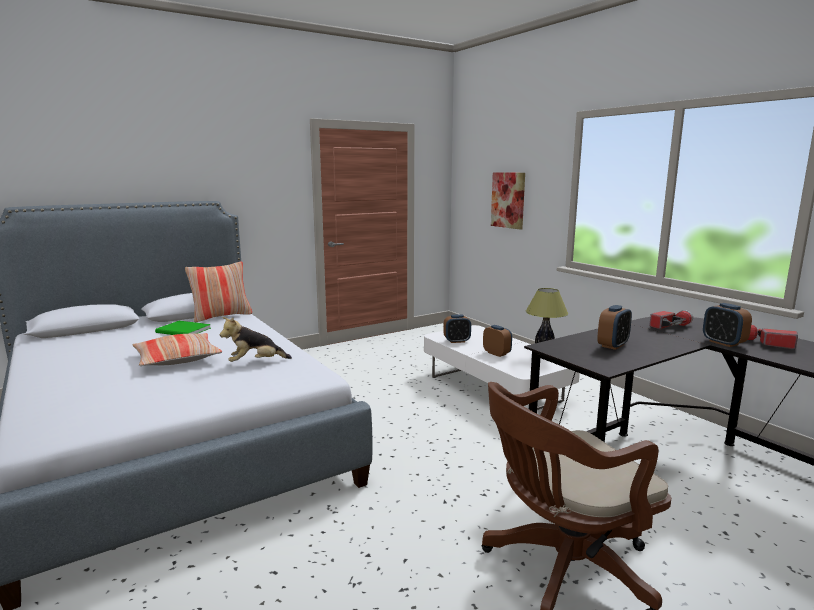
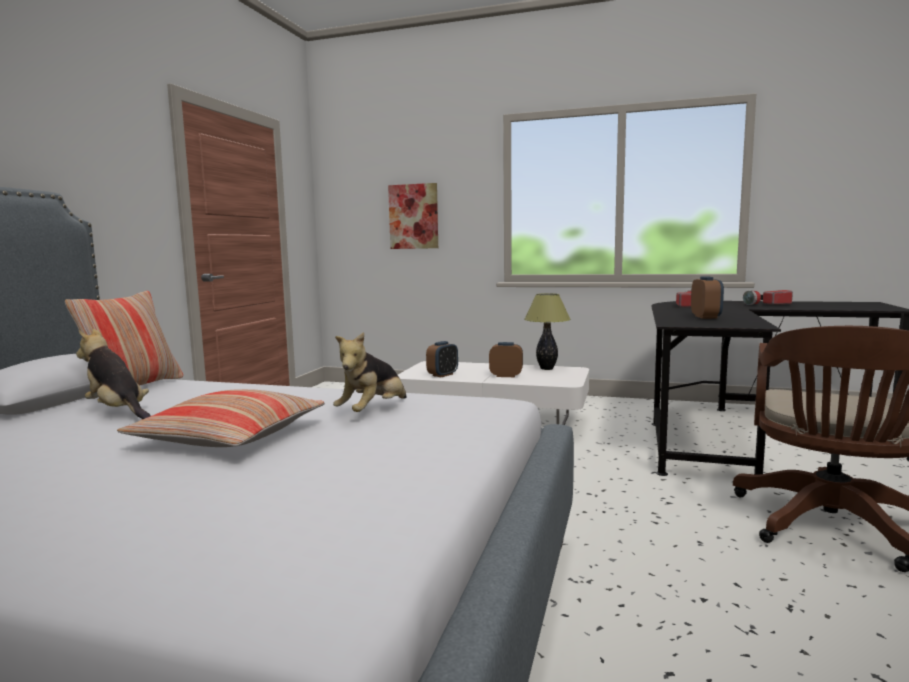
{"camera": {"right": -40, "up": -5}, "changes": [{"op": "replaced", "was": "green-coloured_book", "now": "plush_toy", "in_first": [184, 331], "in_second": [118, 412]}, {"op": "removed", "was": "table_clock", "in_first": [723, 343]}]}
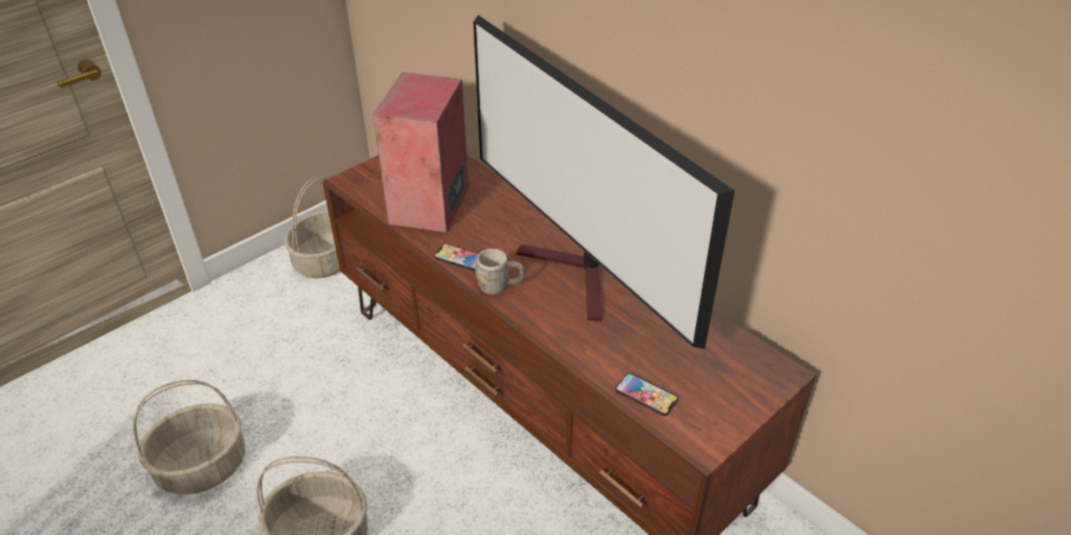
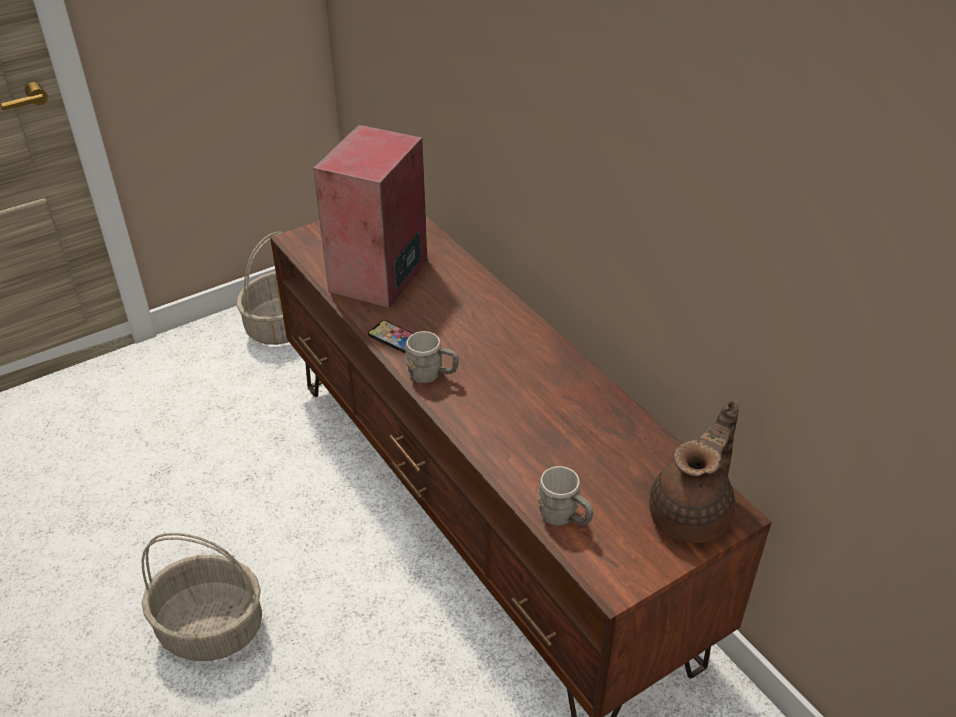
{"camera": {"right": 10, "up": 0}, "changes": [{"op": "removed", "was": "storage_basket", "in_first": [203, 466]}, {"op": "removed", "was": "television", "in_first": [578, 276]}, {"op": "replaced", "was": "telephone", "now": "grey_coffee_mug", "in_first": [646, 395], "in_second": [564, 518]}, {"op": "added", "now": "brownish_tea_pot", "in_second": [692, 514]}]}
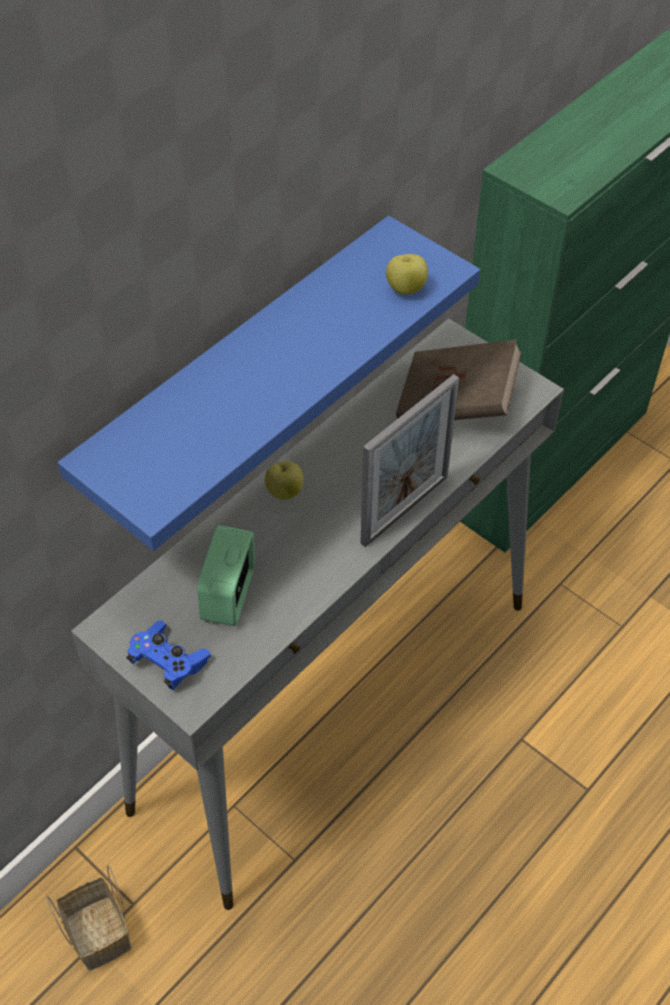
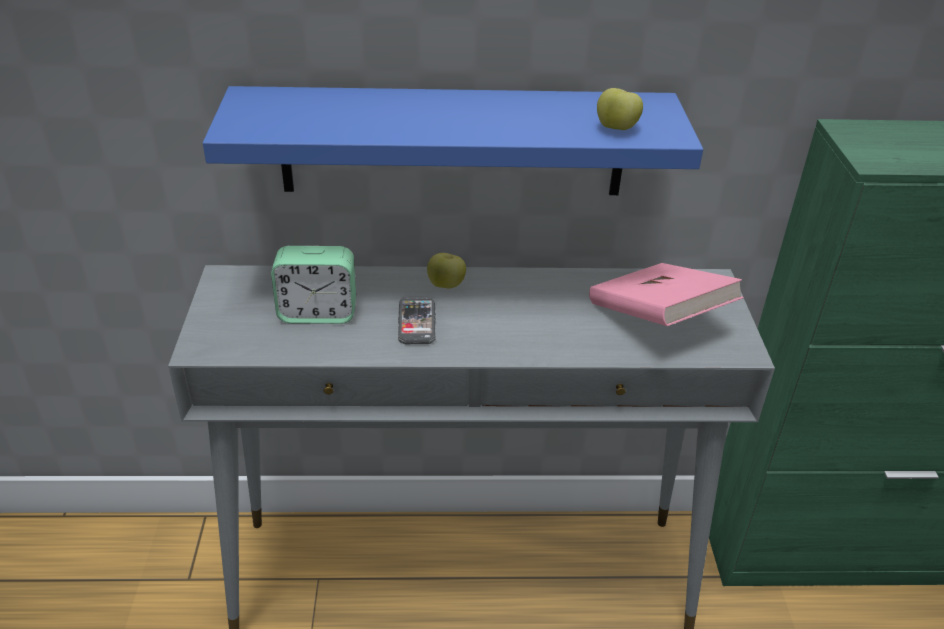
{"camera": {"right": 45, "up": -15}, "changes": [{"op": "removed", "was": "storage_basket", "in_first": [101, 934]}, {"op": "removed", "was": "bluish_joypad", "in_first": [168, 661]}, {"op": "turned", "was": "table_clock", "in_first": [229, 595], "in_second": [317, 313], "clockwise": -150}, {"op": "removed", "was": "picture_frame", "in_first": [405, 509]}, {"op": "recoloured", "was": "brownish_book", "now": "pink-coloured_book", "in_first": [456, 404], "in_second": [657, 319]}, {"op": "added", "now": "telephone", "in_second": [416, 322]}]}
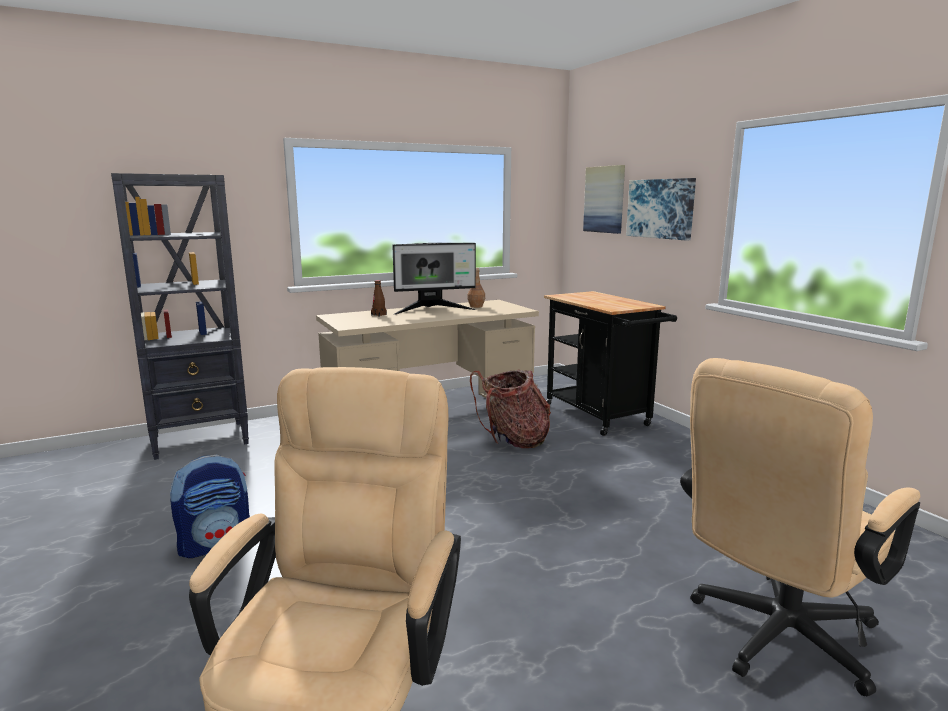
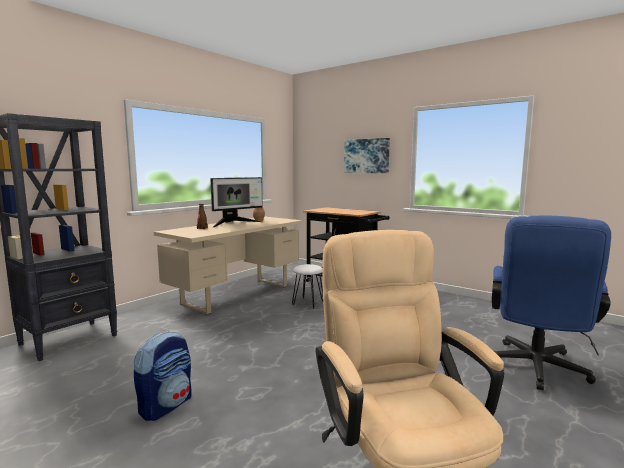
{"camera": {"right": -25, "up": -5}, "changes": [{"op": "replaced", "was": "backpack", "now": "white-coloured_stool", "in_first": [513, 440], "in_second": [308, 303]}, {"op": "removed", "was": "picture", "in_first": [604, 199]}, {"op": "recoloured", "was": "sand-coloured_desk_chair", "now": "bluish_desk_chair", "in_first": [774, 639], "in_second": [536, 370]}]}
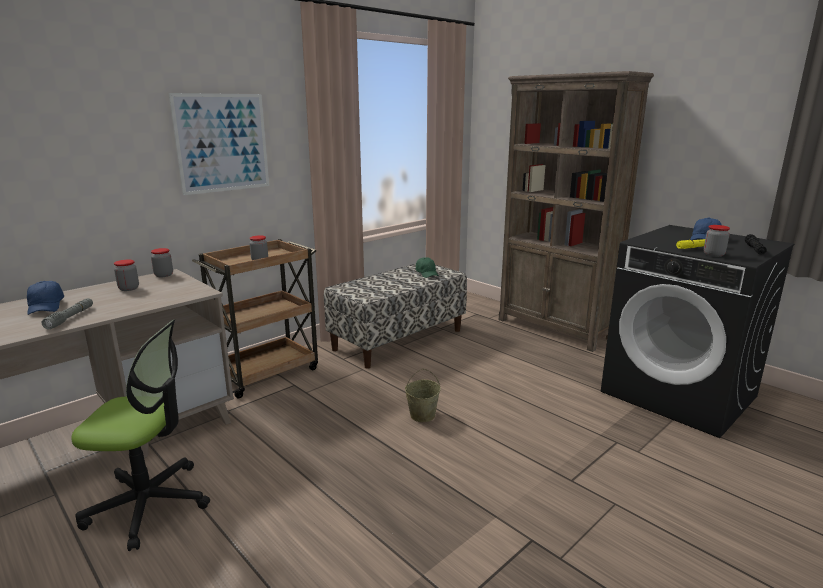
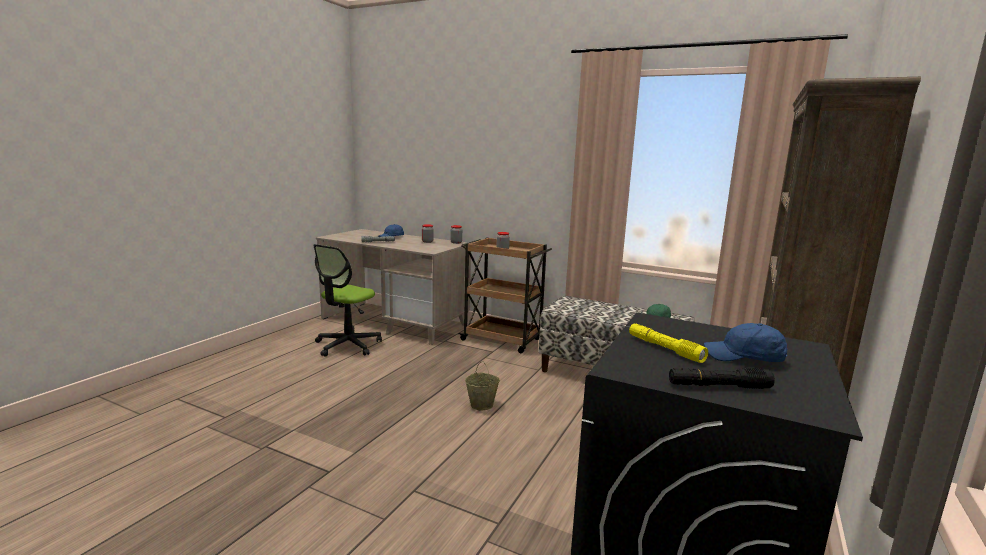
{"camera": {"right": 70, "up": -5}, "changes": [{"op": "turned", "was": "desk_chair", "in_first": [149, 504], "in_second": [347, 345], "clockwise": 45}, {"op": "removed", "was": "picture", "in_first": [222, 143]}, {"op": "removed", "was": "preserve_jar", "in_first": [713, 255]}]}
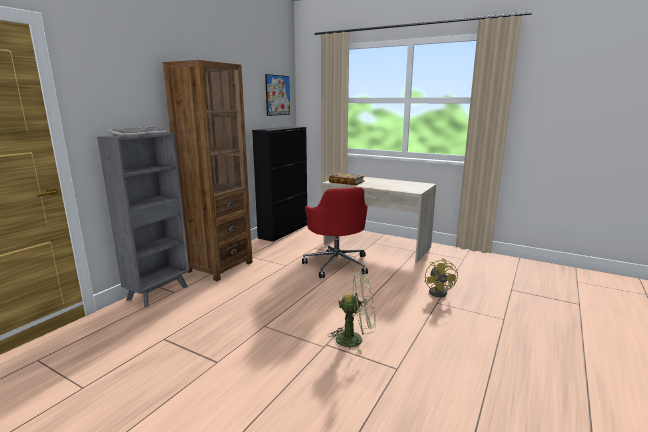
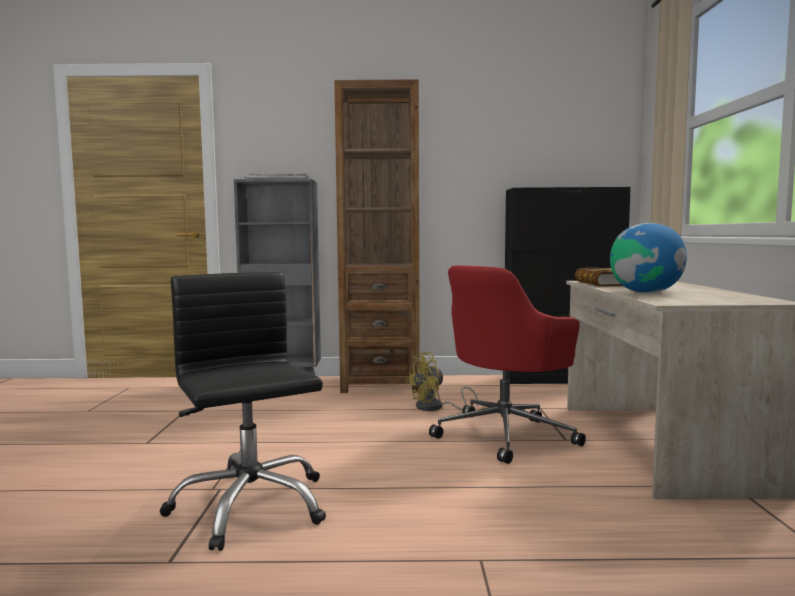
{"camera": {"right": 60, "up": -10}, "changes": [{"op": "removed", "was": "picture", "in_first": [277, 95]}, {"op": "replaced", "was": "green-coloured_electric_fan", "now": "blackish_desk_chair", "in_first": [355, 339], "in_second": [249, 506]}, {"op": "moved", "was": "yellow-coloured_electric_fan", "in_first": [440, 292], "in_second": [435, 408]}, {"op": "added", "now": "globe", "in_second": [645, 292]}]}
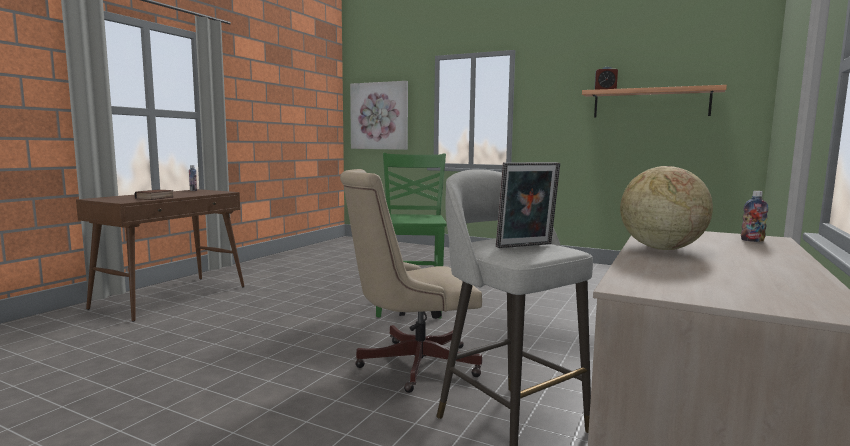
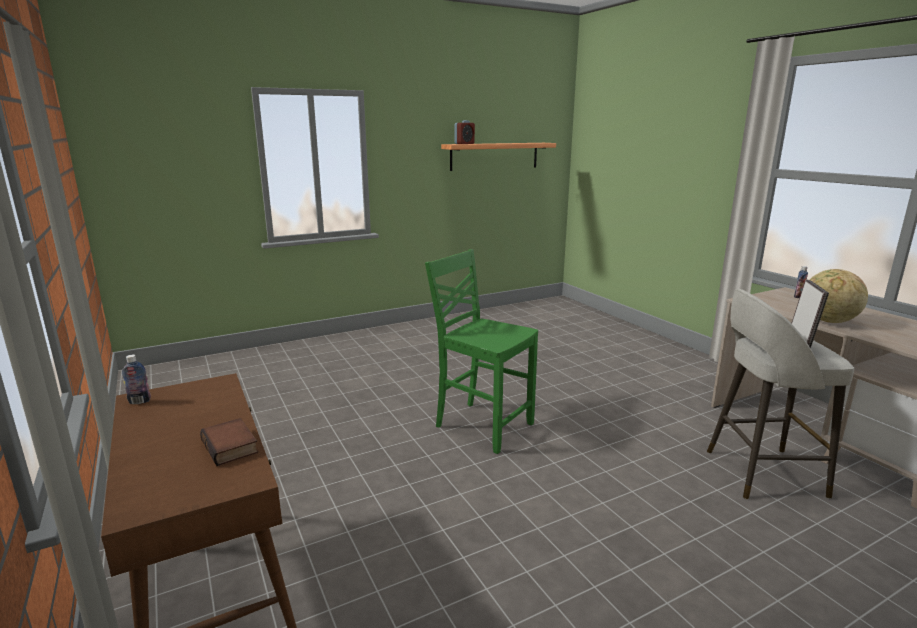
{"camera": {"right": -55, "up": 10}, "changes": [{"op": "removed", "was": "sand-coloured_desk_chair", "in_first": [410, 364]}, {"op": "removed", "was": "picture", "in_first": [379, 116]}]}
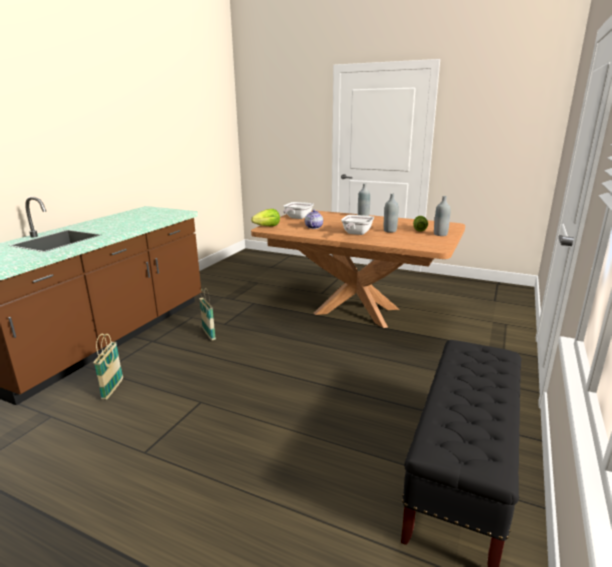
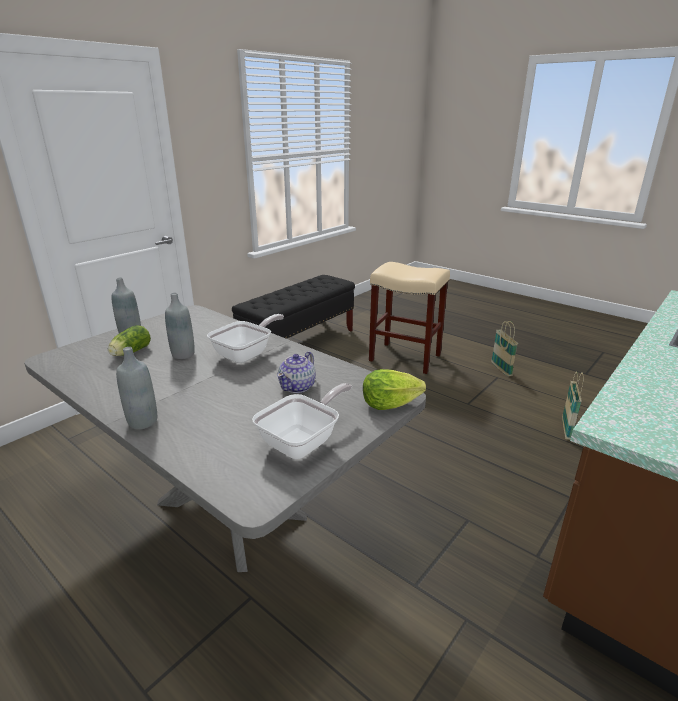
{"camera": {"right": -165, "up": 5}, "changes": [{"op": "moved", "was": "storage_basket", "in_first": [209, 334], "in_second": [501, 369]}, {"op": "recoloured", "was": "brownish_dinner_table", "now": "grey_dinner_table", "in_first": [356, 311], "in_second": [230, 510]}, {"op": "added", "now": "sand-coloured_stool", "in_second": [406, 358]}]}
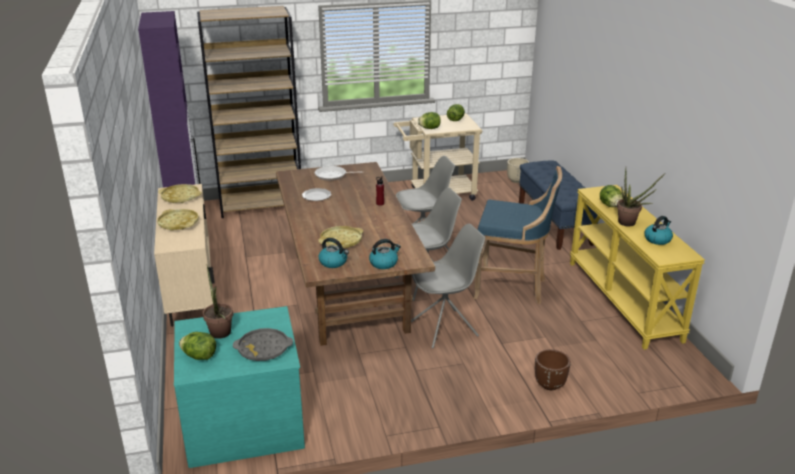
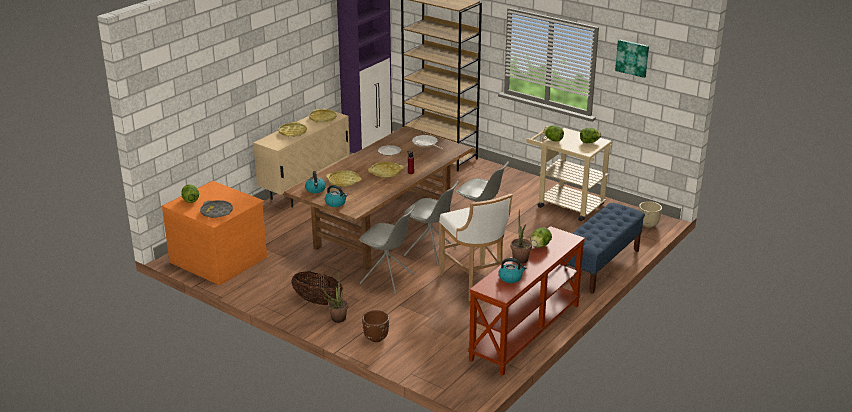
{"camera": {"right": 50, "up": 0}, "changes": [{"op": "recoloured", "was": "turquoise_chest_of_drawers", "now": "orange_chest_of_drawers", "in_first": [243, 421], "in_second": [219, 259]}, {"op": "moved", "was": "plant_in_a_pot", "in_first": [221, 335], "in_second": [336, 320]}, {"op": "recoloured", "was": "bluish_stool", "now": "white-coloured_stool", "in_first": [512, 288], "in_second": [474, 284]}, {"op": "recoloured", "was": "yellow-coloured_console_table", "now": "brownish_console_table", "in_first": [624, 300], "in_second": [526, 332]}, {"op": "added", "now": "storage_basket", "in_second": [317, 301]}, {"op": "added", "now": "yellow-coloured_tray", "in_second": [386, 172]}, {"op": "added", "now": "picture", "in_second": [632, 58]}]}
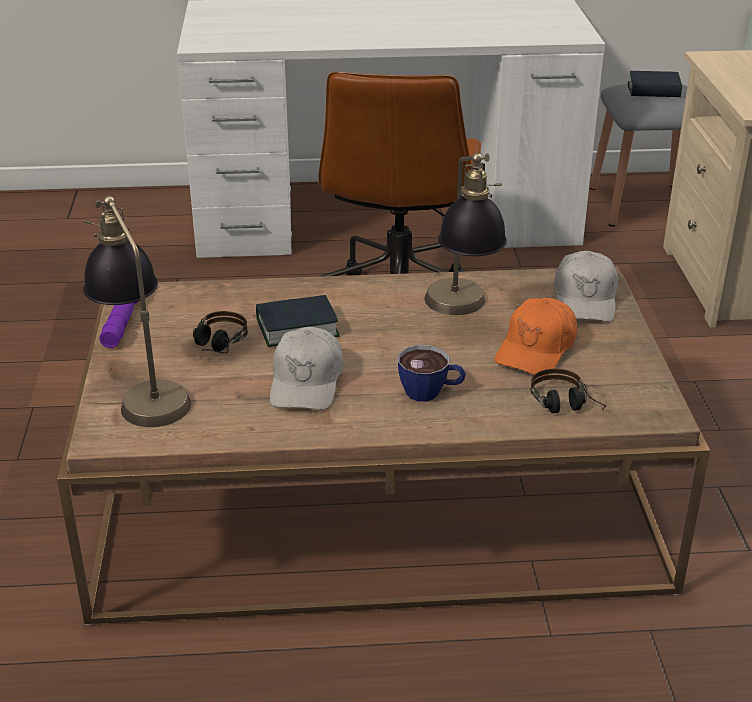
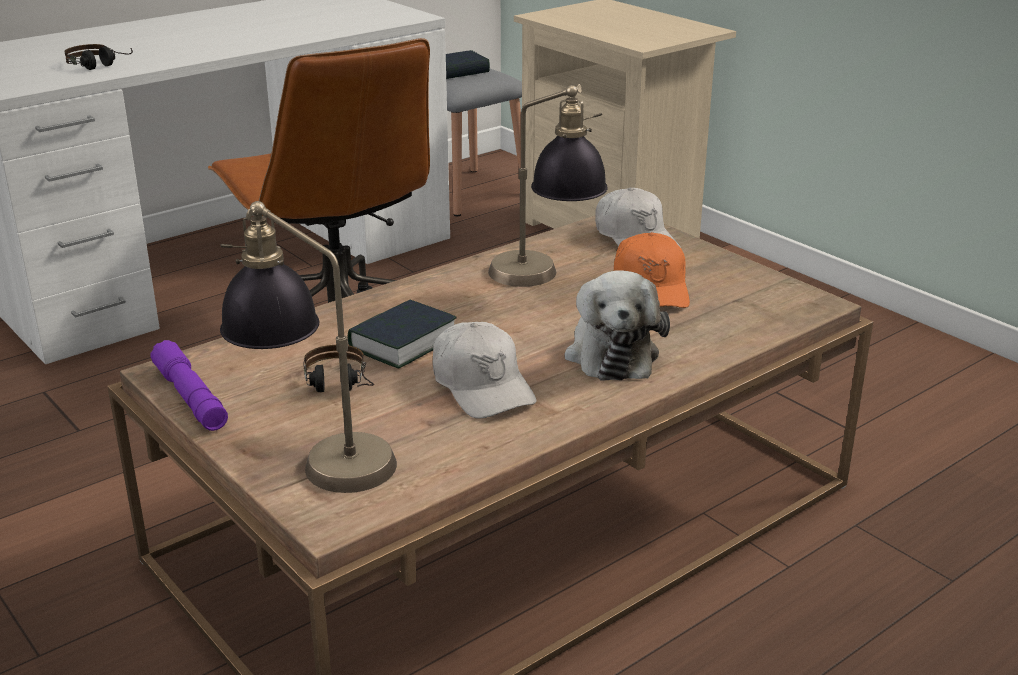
{"camera": {"right": -35, "up": -5}, "changes": [{"op": "replaced", "was": "cup", "now": "plush_toy", "in_first": [431, 392], "in_second": [611, 353]}, {"op": "moved", "was": "pair_of_headphones", "in_first": [566, 408], "in_second": [101, 66]}]}
